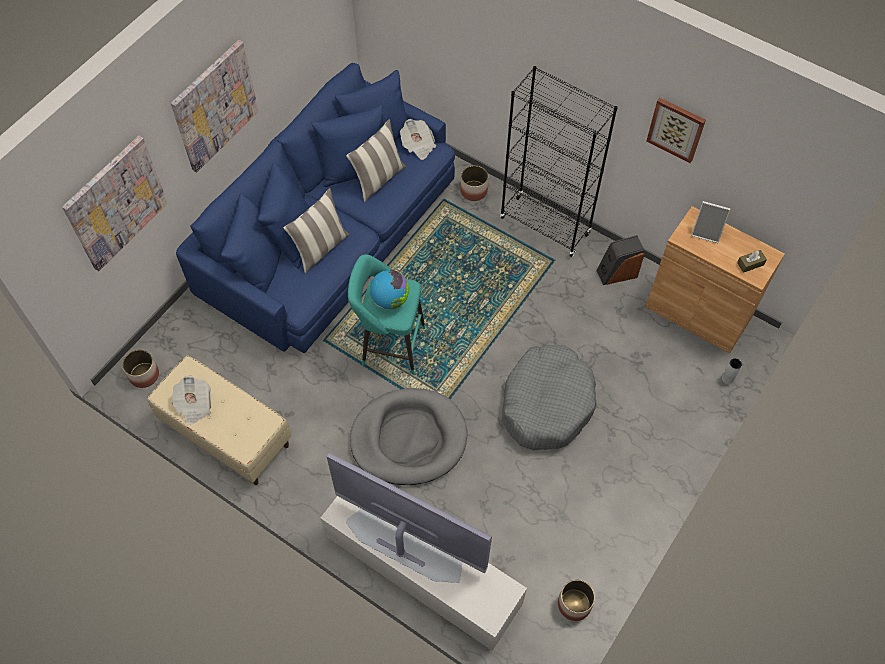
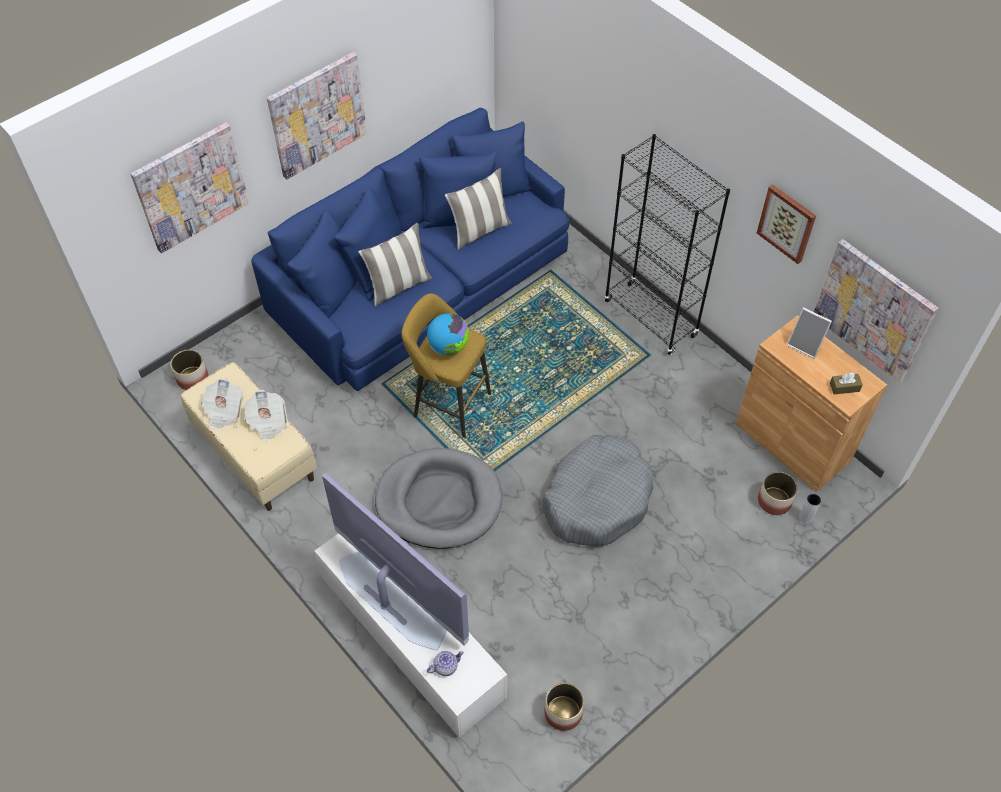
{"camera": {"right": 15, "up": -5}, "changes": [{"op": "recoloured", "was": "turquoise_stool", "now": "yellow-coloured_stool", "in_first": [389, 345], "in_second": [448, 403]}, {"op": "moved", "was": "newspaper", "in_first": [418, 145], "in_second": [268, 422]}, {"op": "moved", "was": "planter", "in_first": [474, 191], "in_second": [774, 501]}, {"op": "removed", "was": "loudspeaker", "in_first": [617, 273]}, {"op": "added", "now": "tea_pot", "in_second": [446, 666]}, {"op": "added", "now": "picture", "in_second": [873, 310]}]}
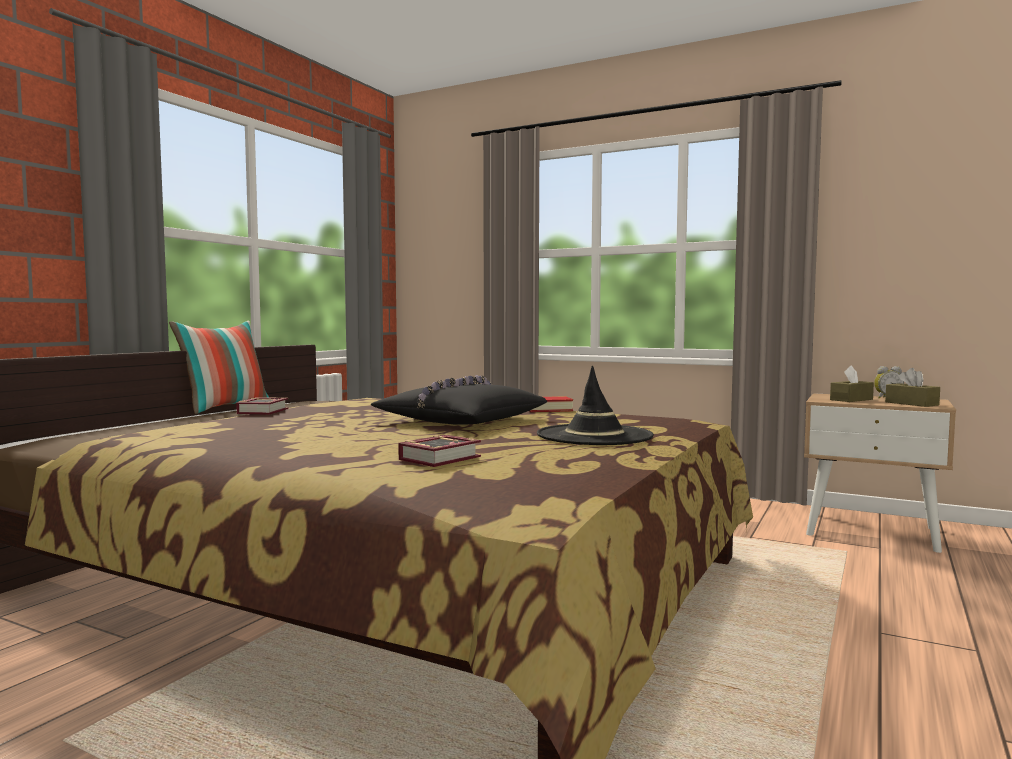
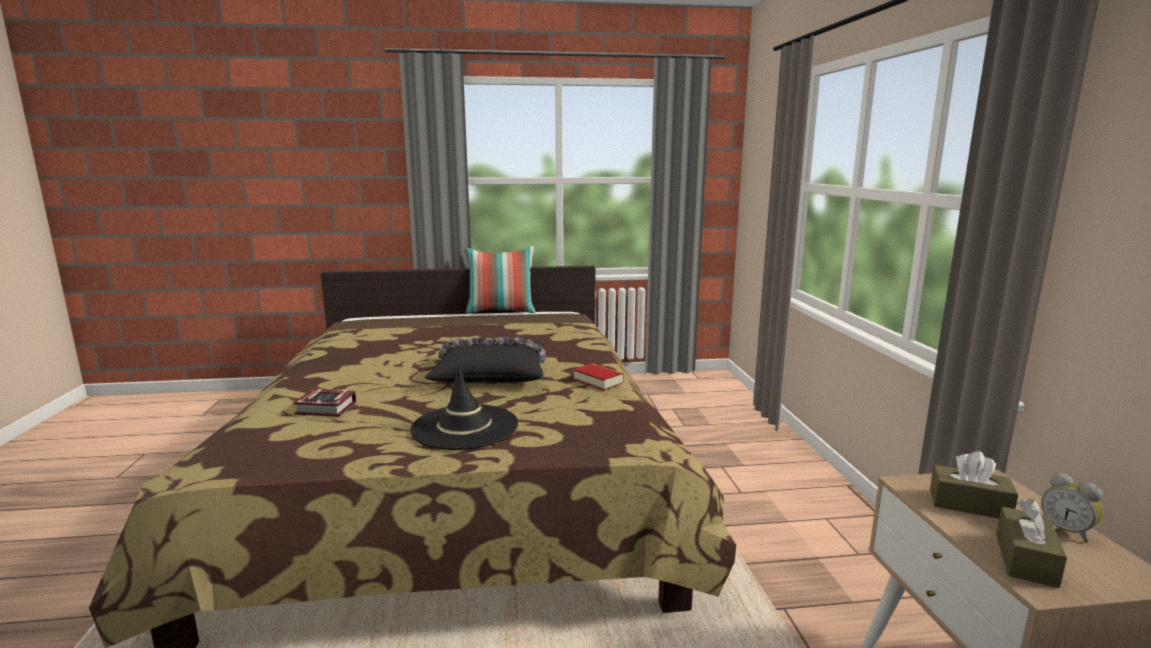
{"camera": {"right": 55, "up": 10}, "changes": [{"op": "removed", "was": "book", "in_first": [265, 411]}]}
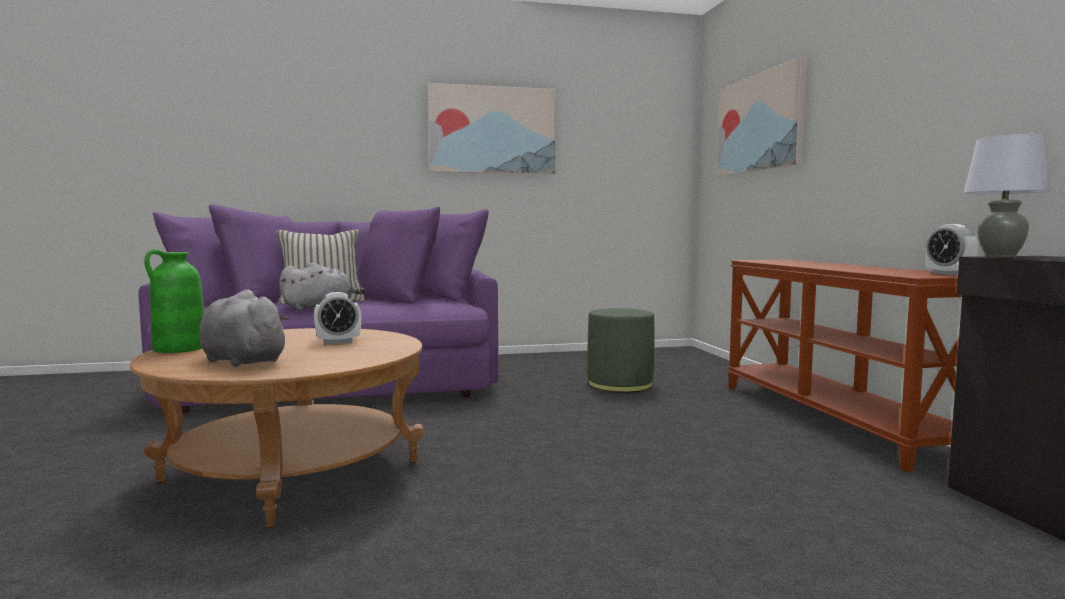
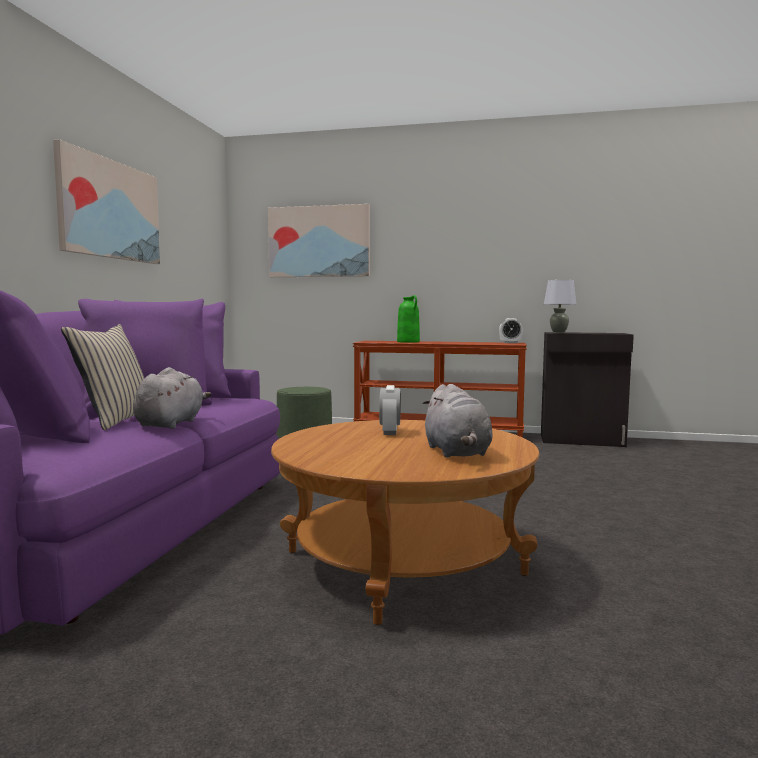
{"camera": {"right": -65, "up": 0}, "changes": [{"op": "moved", "was": "green-coloured_flower_vase", "in_first": [179, 348], "in_second": [408, 342]}, {"op": "turned", "was": "grey_plush_toy", "in_first": [241, 361], "in_second": [457, 453], "clockwise": -75}]}
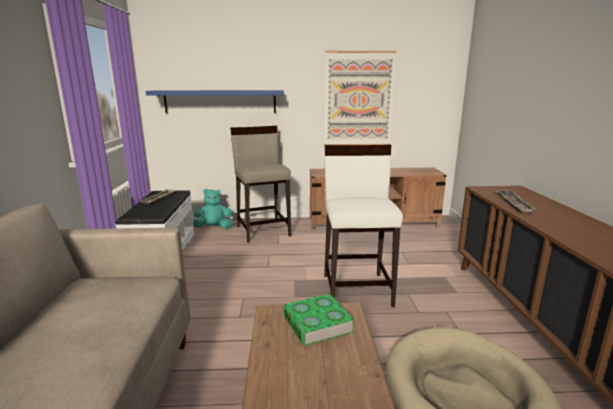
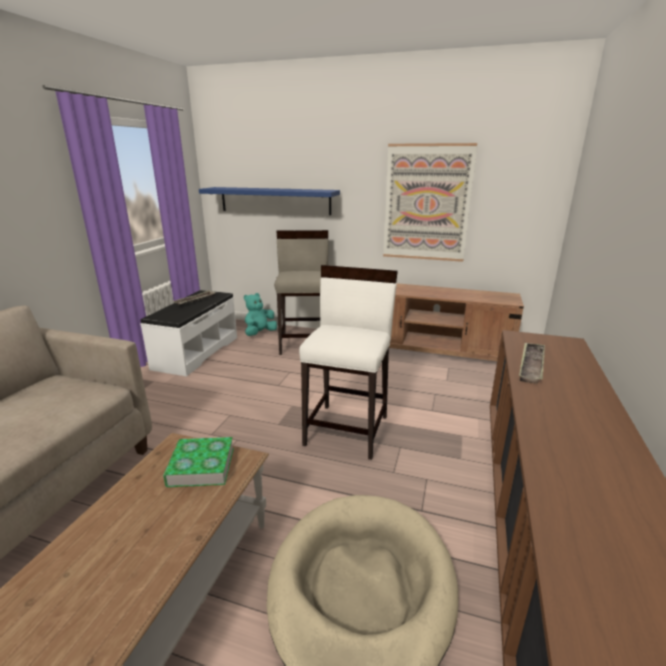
{"camera": {"right": 20, "up": 5}, "changes": [{"op": "turned", "was": "turquoise_plush_toy", "in_first": [213, 228], "in_second": [260, 333], "clockwise": -60}]}
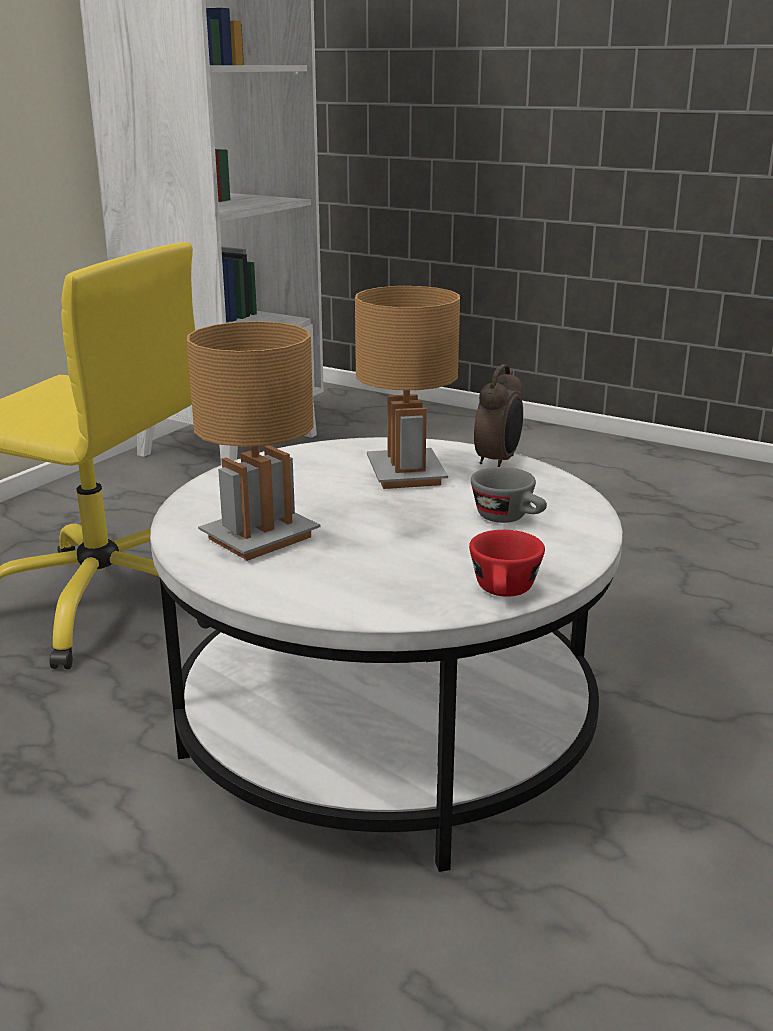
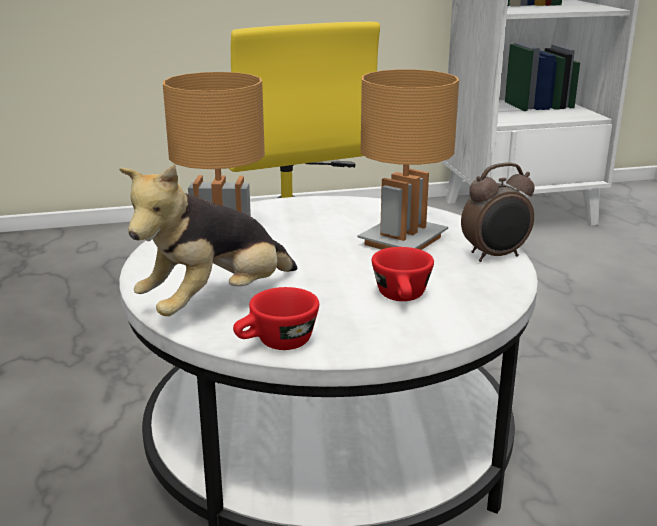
{"camera": {"right": 45, "up": 0}, "changes": [{"op": "recoloured", "was": "grey_cup", "now": "red-coloured_cup", "in_first": [509, 518], "in_second": [403, 298]}, {"op": "added", "now": "plush_toy", "in_second": [216, 303]}]}
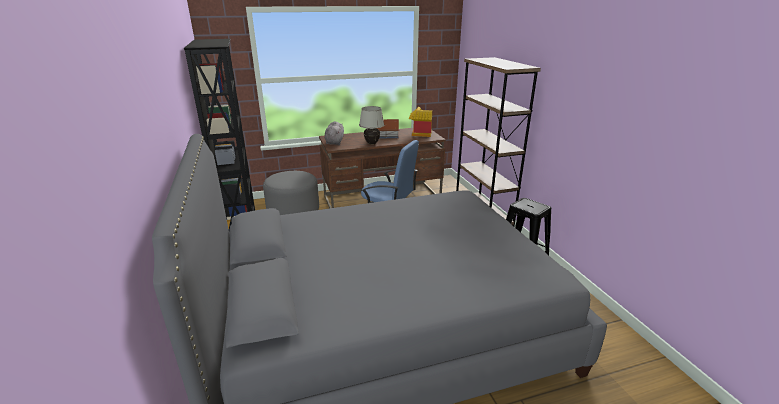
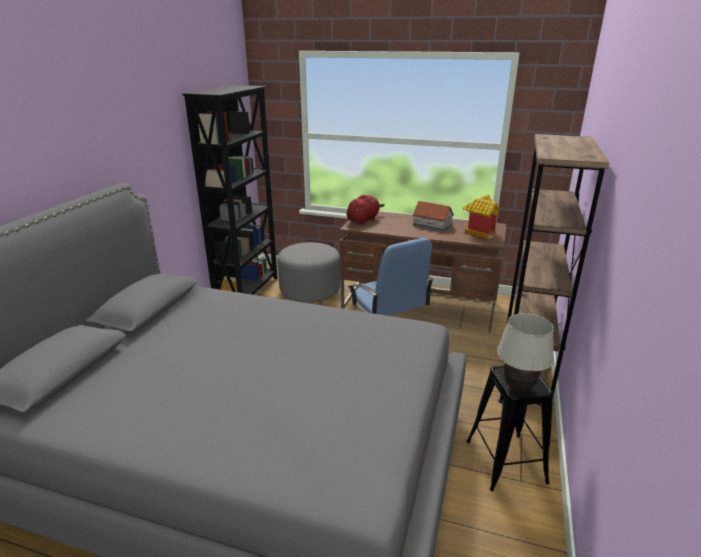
{"camera": {"right": 35, "up": 0}, "changes": [{"op": "recoloured", "was": "grey_plush_toy", "now": "red-coloured_plush_toy", "in_first": [334, 142], "in_second": [363, 220]}, {"op": "moved", "was": "white-coloured_lamp_for_a_table", "in_first": [371, 143], "in_second": [518, 388]}]}
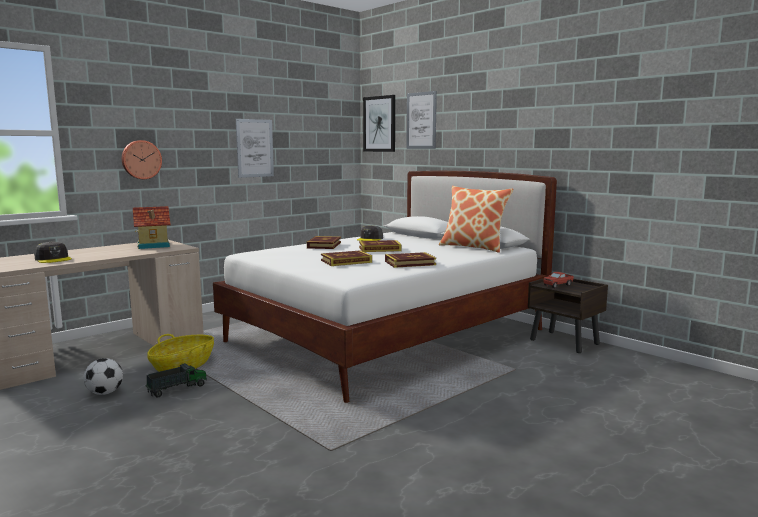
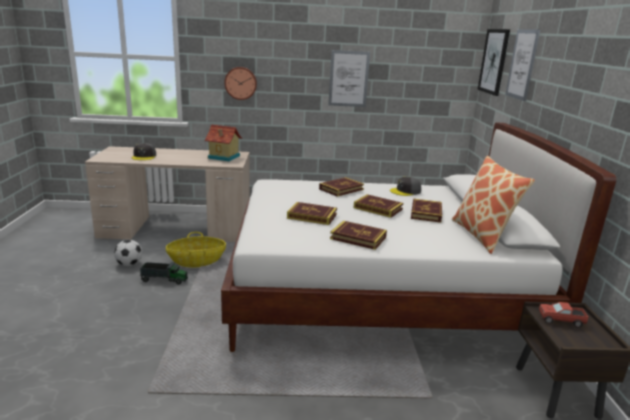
{"camera": {"right": 40, "up": 10}, "changes": [{"op": "added", "now": "book", "in_second": [426, 213]}]}
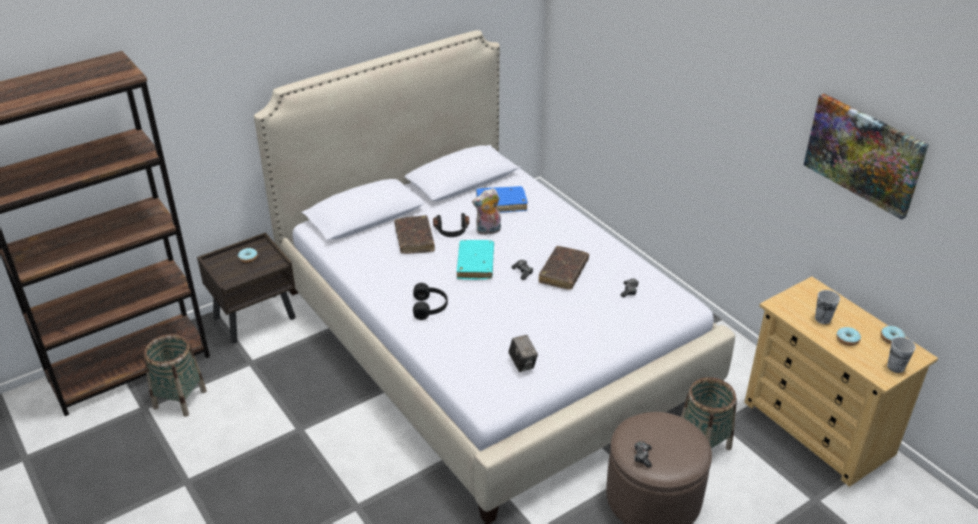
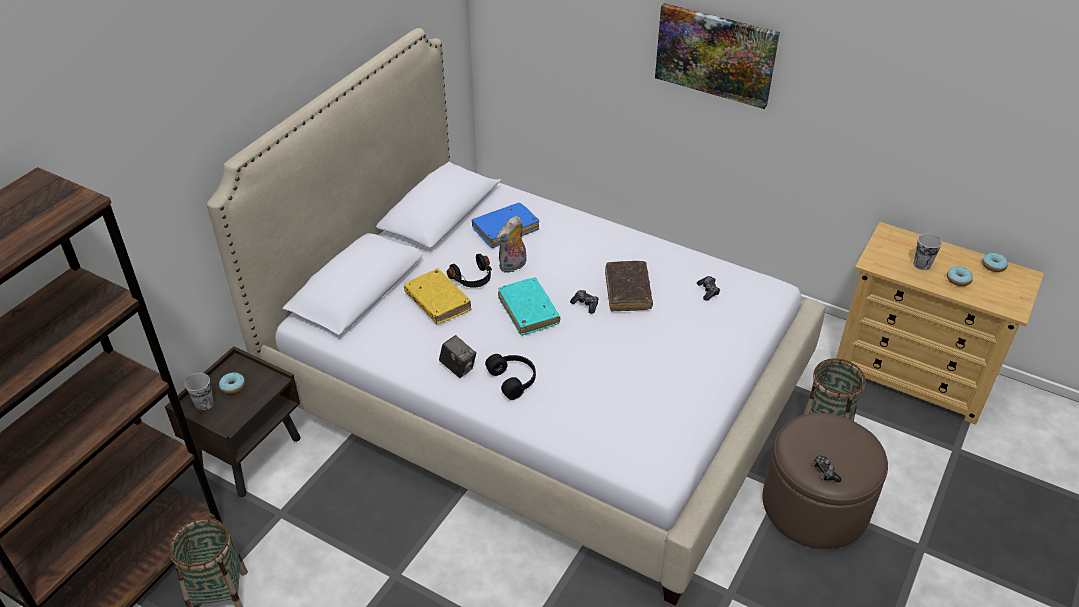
{"camera": {"right": -25, "up": 5}, "changes": [{"op": "recoloured", "was": "brownish_book", "now": "yellow-coloured_book", "in_first": [414, 240], "in_second": [437, 302]}, {"op": "moved", "was": "still_camera", "in_first": [522, 363], "in_second": [458, 367]}, {"op": "moved", "was": "picture", "in_first": [864, 154], "in_second": [715, 54]}, {"op": "moved", "was": "cup", "in_first": [895, 367], "in_second": [204, 404]}]}
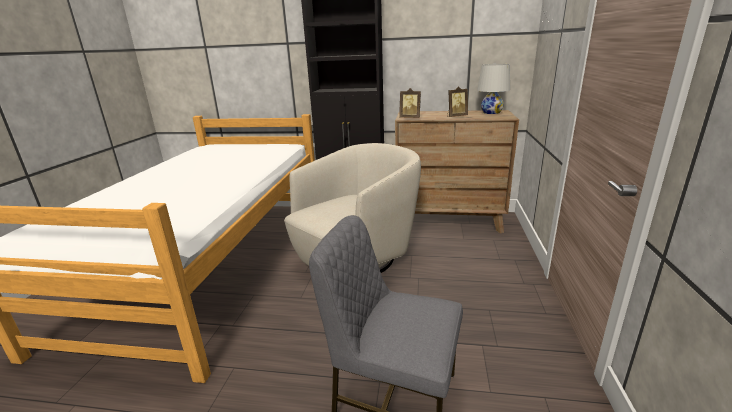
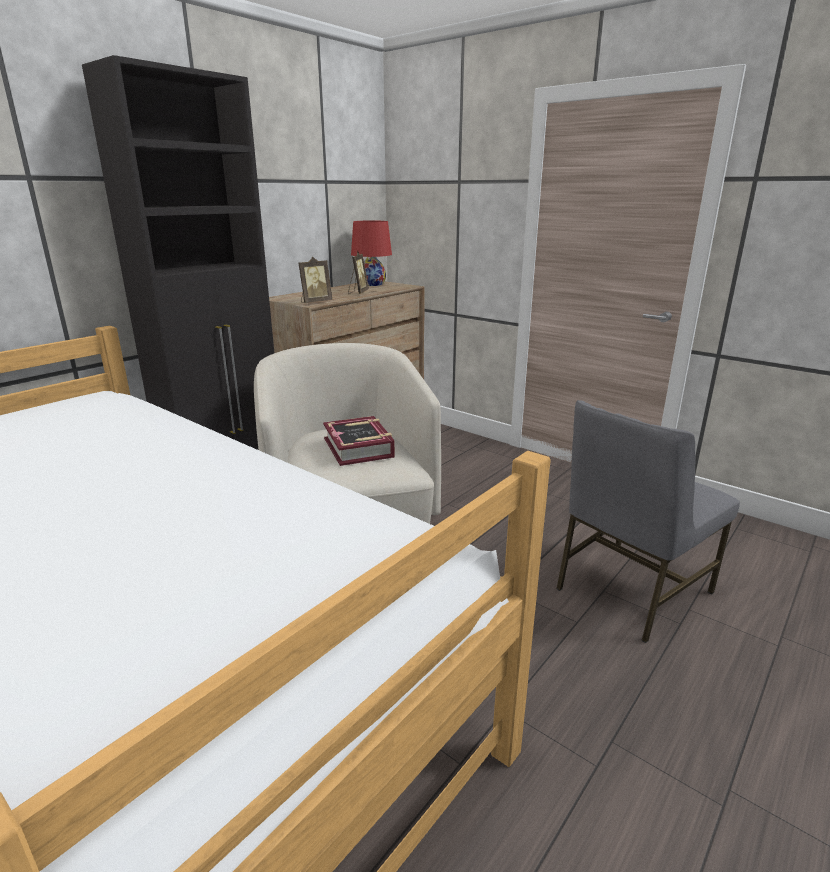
{"camera": {"right": -60, "up": 0}, "changes": [{"op": "recoloured", "was": "white-coloured_lamp_for_a_table", "now": "red-coloured_lamp_for_a_table", "in_first": [491, 112], "in_second": [372, 284]}, {"op": "added", "now": "book", "in_second": [359, 448]}]}
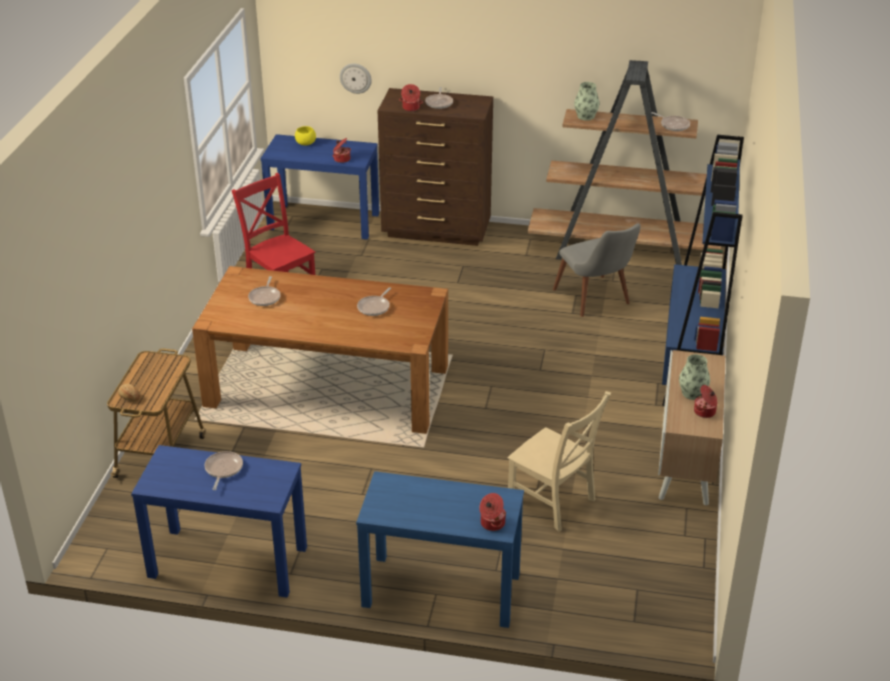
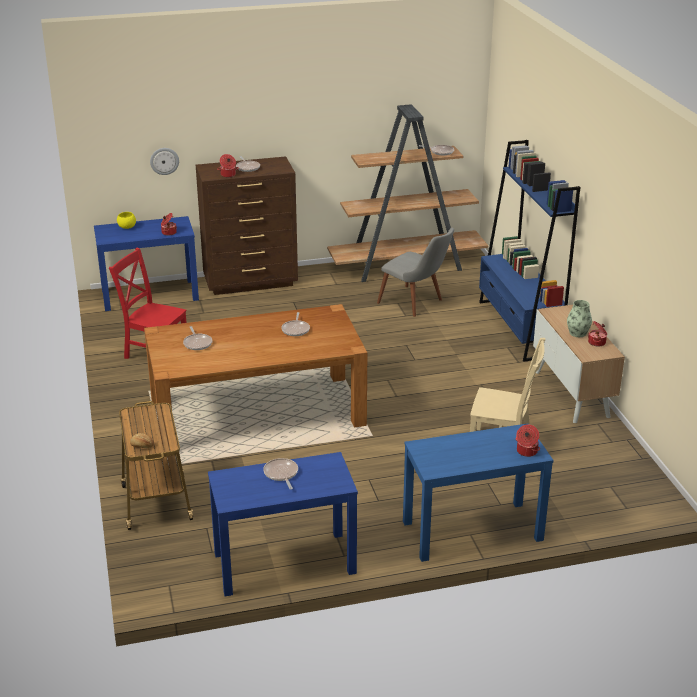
{"camera": {"right": -25, "up": -5}, "changes": [{"op": "removed", "was": "flower_vase", "in_first": [585, 116]}]}
